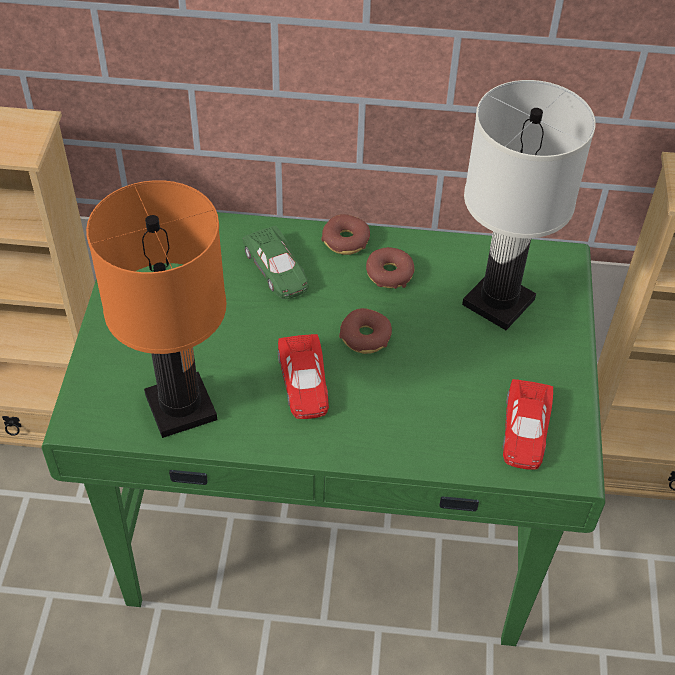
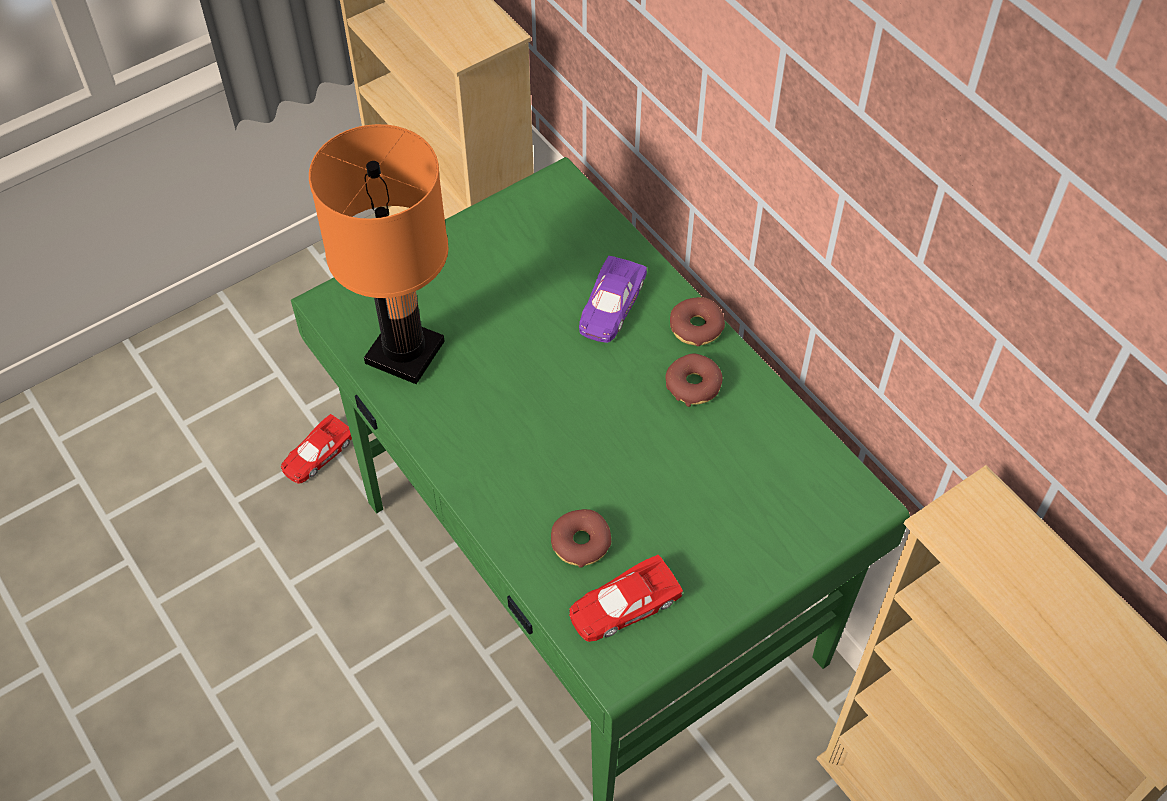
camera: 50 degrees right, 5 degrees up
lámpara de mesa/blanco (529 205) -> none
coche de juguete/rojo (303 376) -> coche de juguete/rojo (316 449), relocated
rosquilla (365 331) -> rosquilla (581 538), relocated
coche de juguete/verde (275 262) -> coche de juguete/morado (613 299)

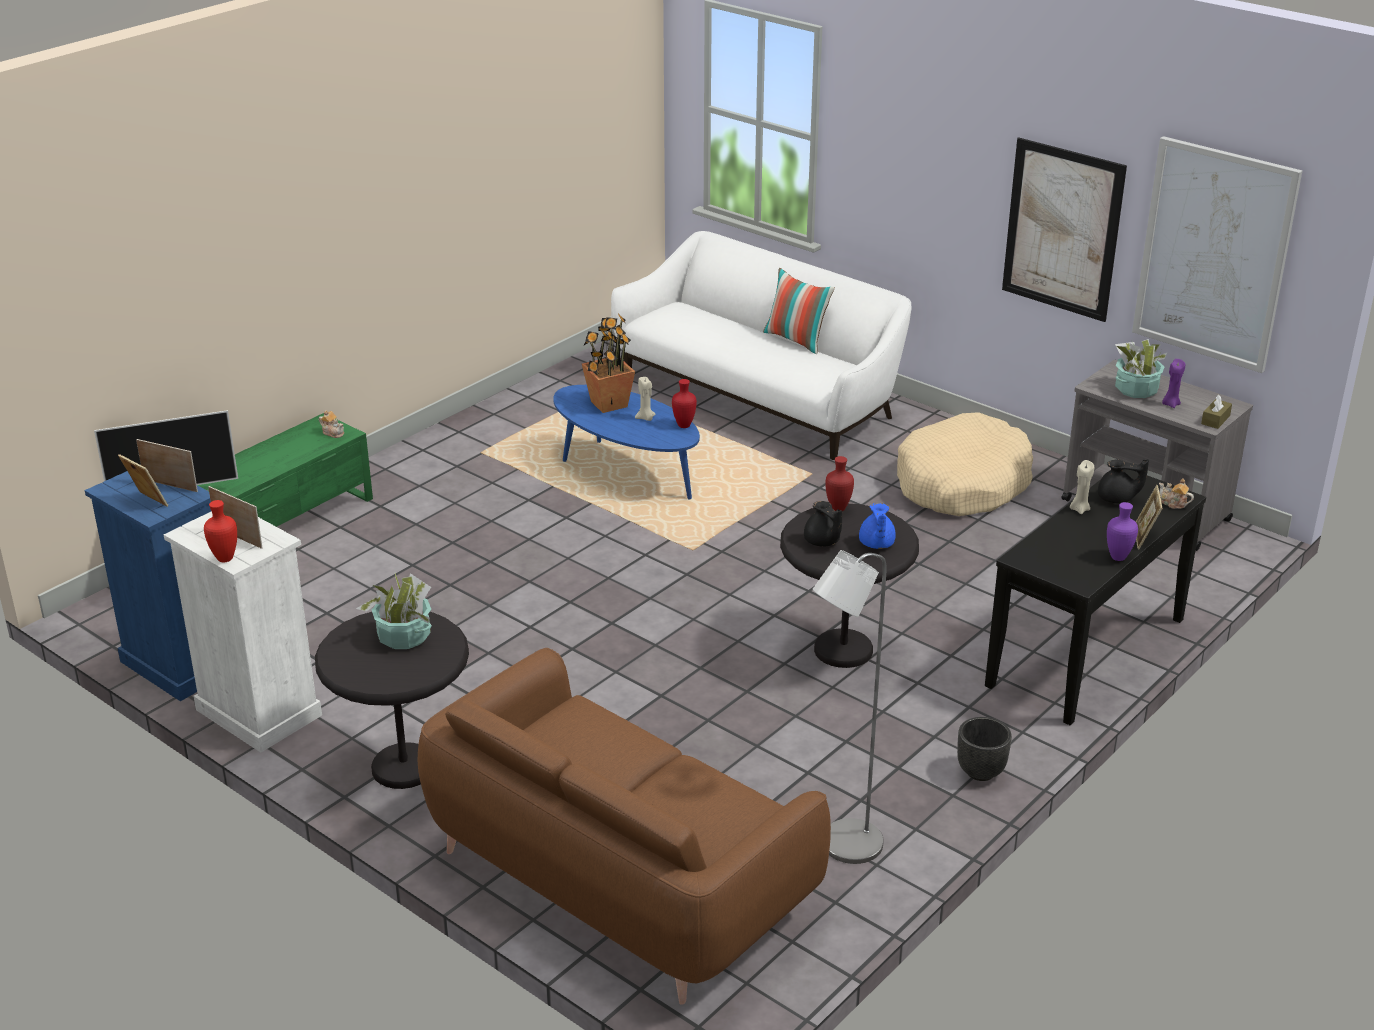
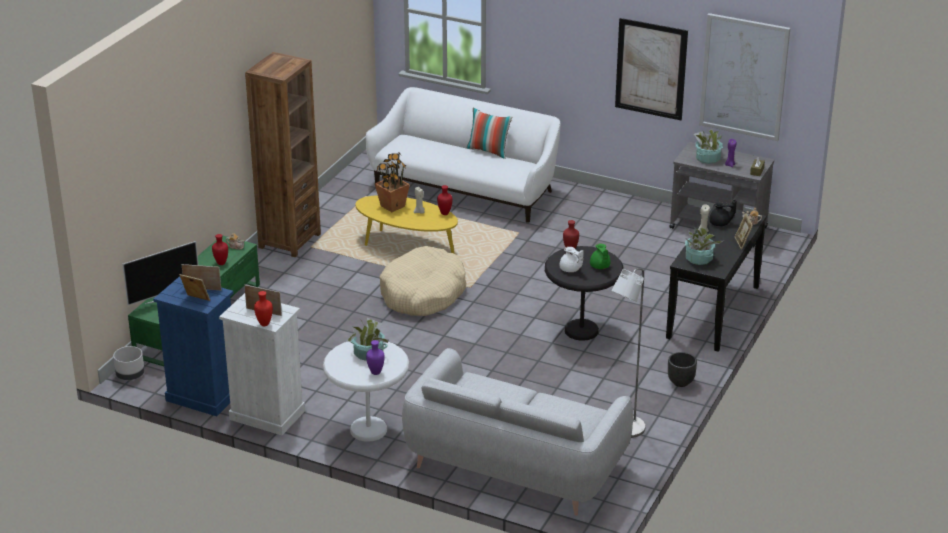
camera: 15 degrees left, 0 degrees up
none -> maceta/gris (129 363)
none -> florero/rojo (220 249)
none -> estantería/marrón (283 154)
none -> planta en maceta (703 246)
cama para perro/beis (965 464) -> cama para perro/beis (423 281), relocated
florero/morado (1122 531) -> florero/morado (375 357), relocated
mesa auxiliar/negro (392 700) -> mesa auxiliar/blanco (366 392)
sofá/marrón (624 826) -> sofá/gris (517 432)
mesa de centro/azul (626 442) -> mesa de centro/amarillo (407 224)
tetera/negro (823 524) -> tetera/blanco (571 259)
tetera/azul (877 526) -> tetera/verde (600 256)

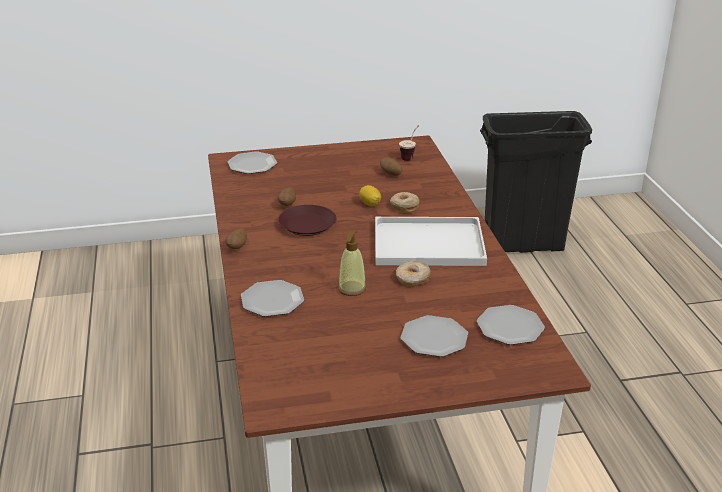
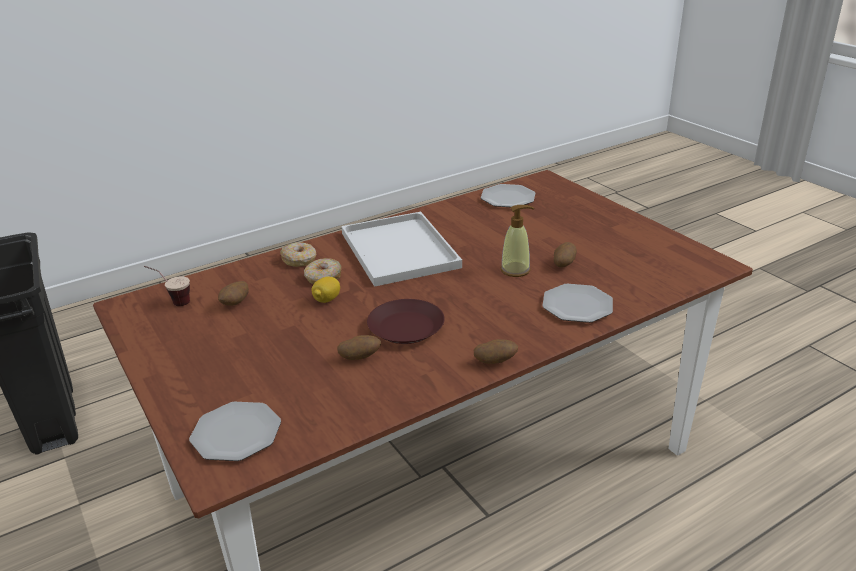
camera: 110 degrees left, 0 degrees up
plato (434 336) -> none
none -> patata (565 255)
rosquilla (413 273) -> rosquilla (298 254), relocated

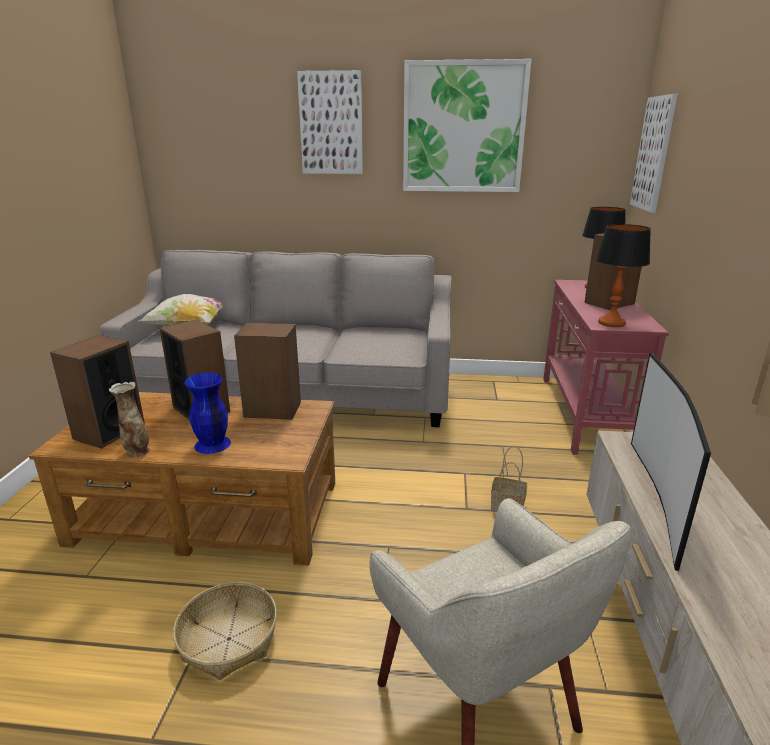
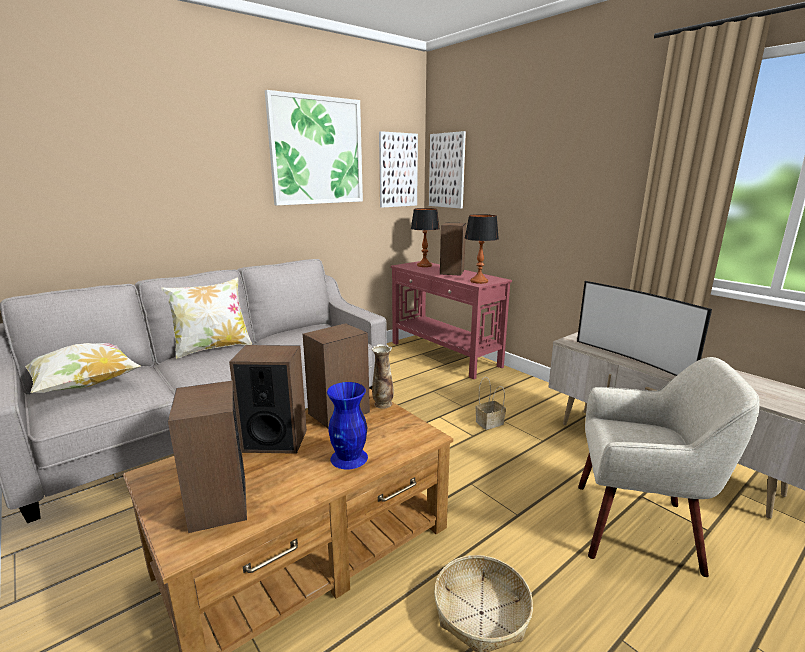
camera: 45 degrees left, 5 degrees down
none -> cojín (206 318)
florero (129 420) -> florero (382 376), relocated
cuadro (330 122) -> cuadro (398 169), relocated

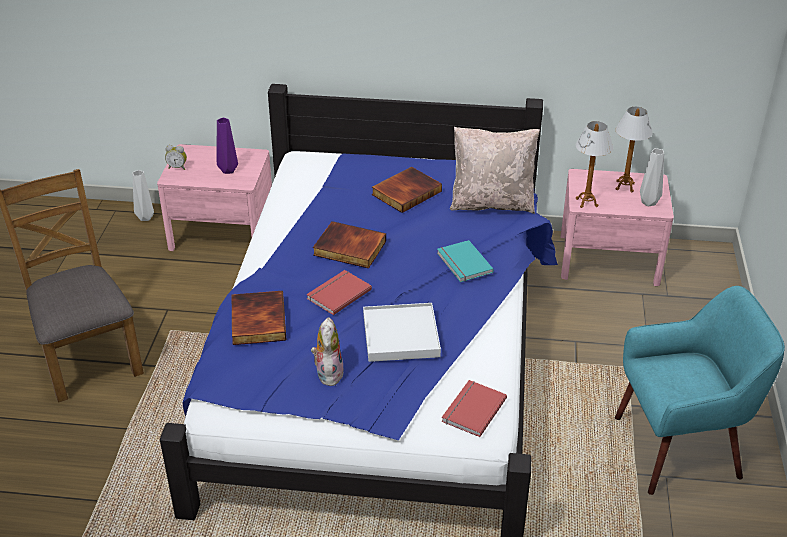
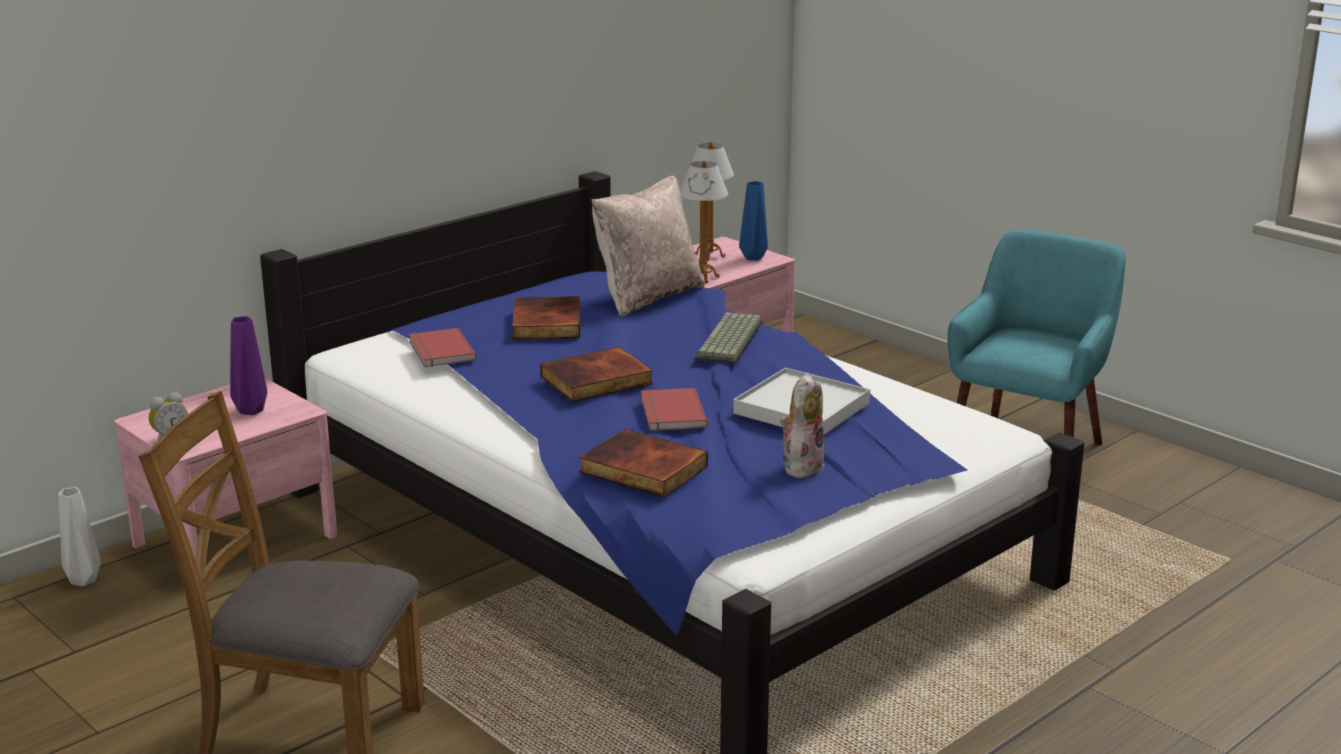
camera: 50 degrees left, 15 degrees down
libro/rojo (474 408) -> libro/rojo (443 347), relocated
libro/turquesa (465 261) -> teclado (729 338)
florero/gris (652 177) -> florero/azul (753 220)
peluche (327 352) -> peluche (802 425), 75 degrees clockwise

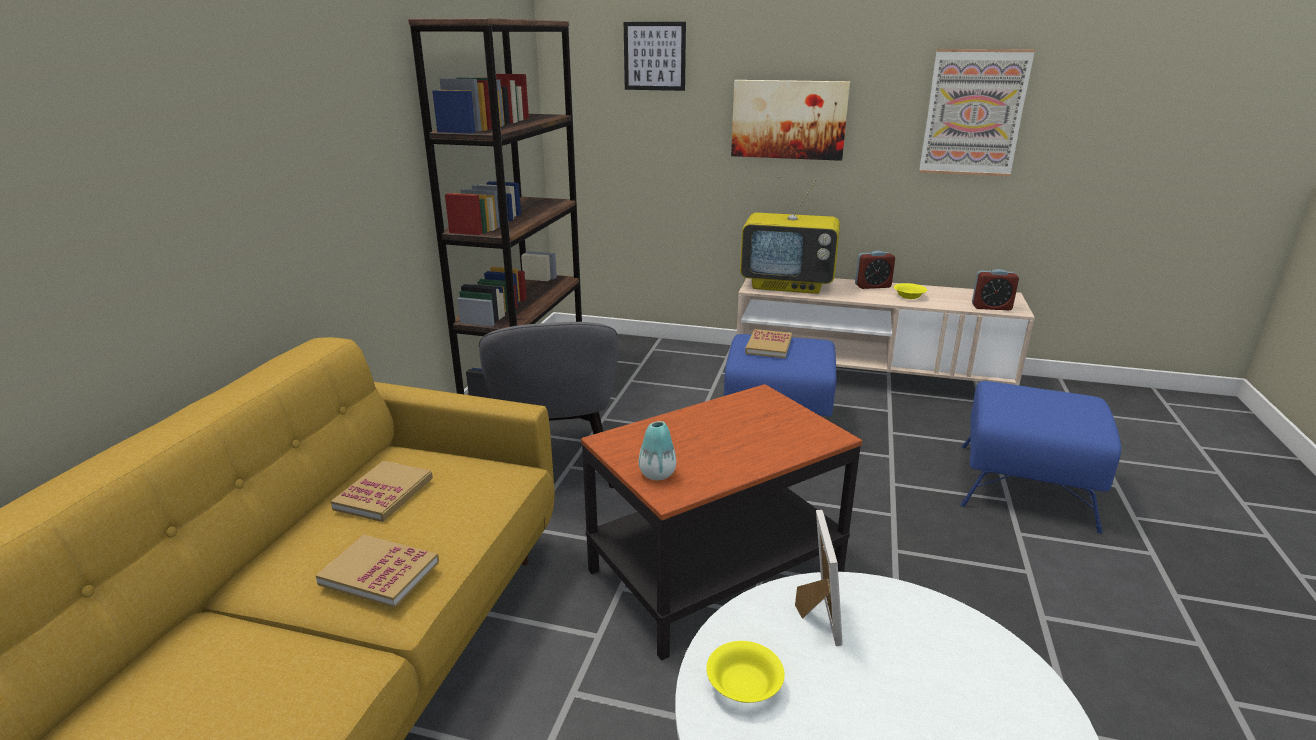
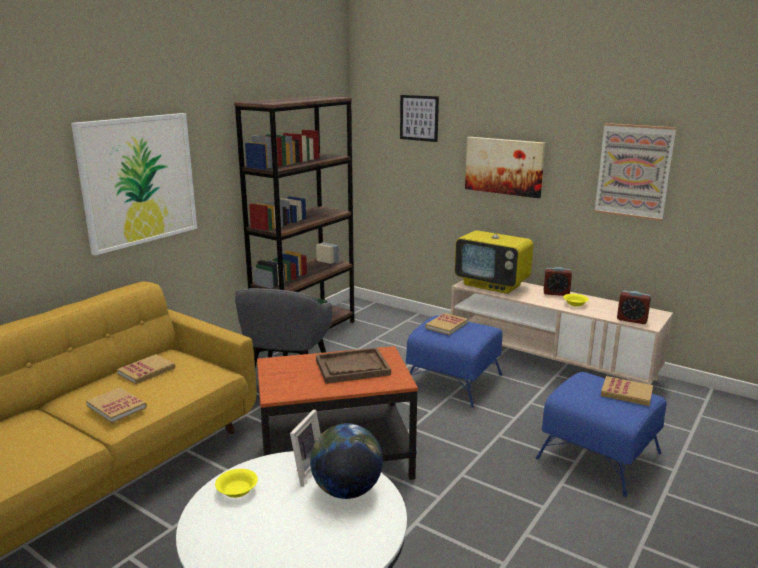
camera: 20 degrees right, 5 degrees down
florero (657 450) -> none
none -> cuadro (134 184)
none -> globo terráqueo (346 461)
none -> bandeja/marrón (353 366)
none -> libro (627 391)

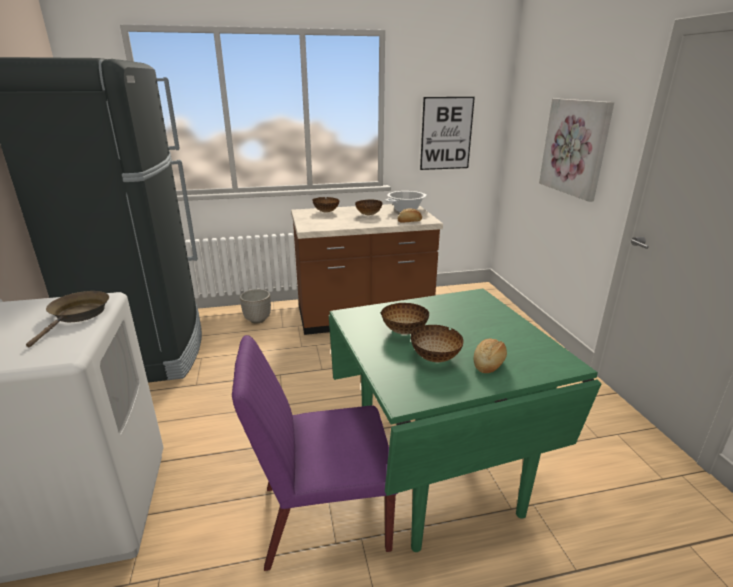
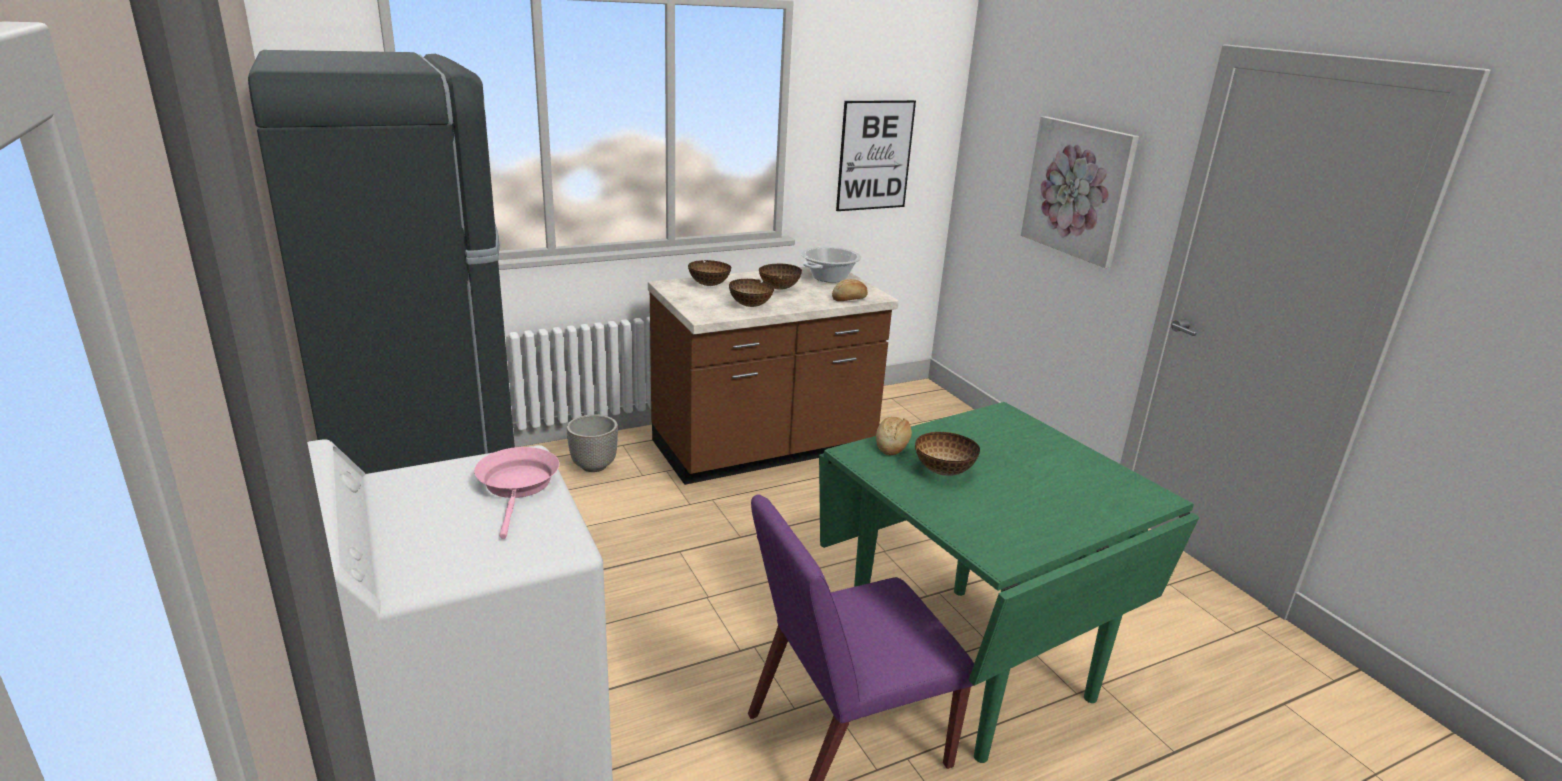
camera: 15 degrees left, 0 degrees up
cuenco (437 343) -> cuenco (751 293), relocated
pan (490 355) -> pan (894 436), relocated
sartén/marrón (67 319) -> sartén/rosa (516 493)

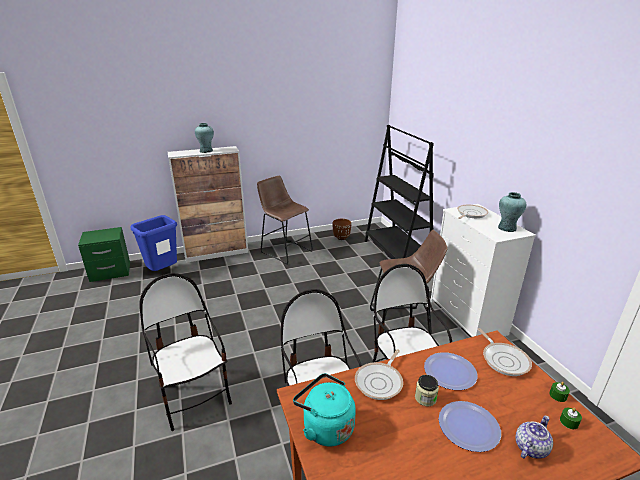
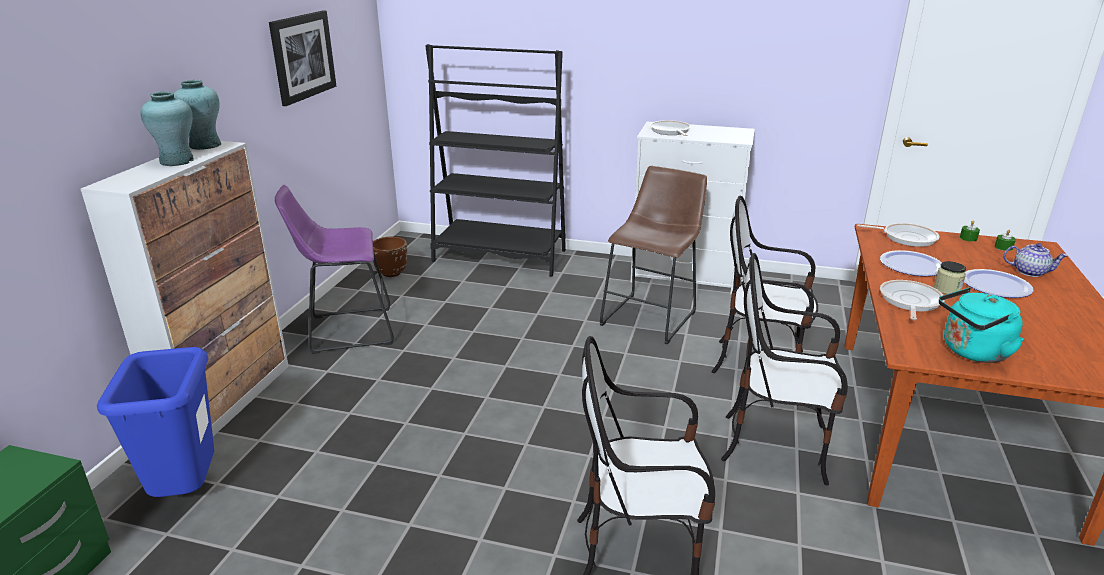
camera: 55 degrees left, 0 degrees up
none -> cuadro (302 58)
florero/turquesa (512 212) -> florero/turquesa (197 115), relocated
taburete/marrón (285 220) -> taburete/morado (334 269)
sartén (379 374) -> sartén (912 300), 135 degrees counterclockwise
tetera (534 437) -> tetera (1035 260), 120 degrees clockwise

